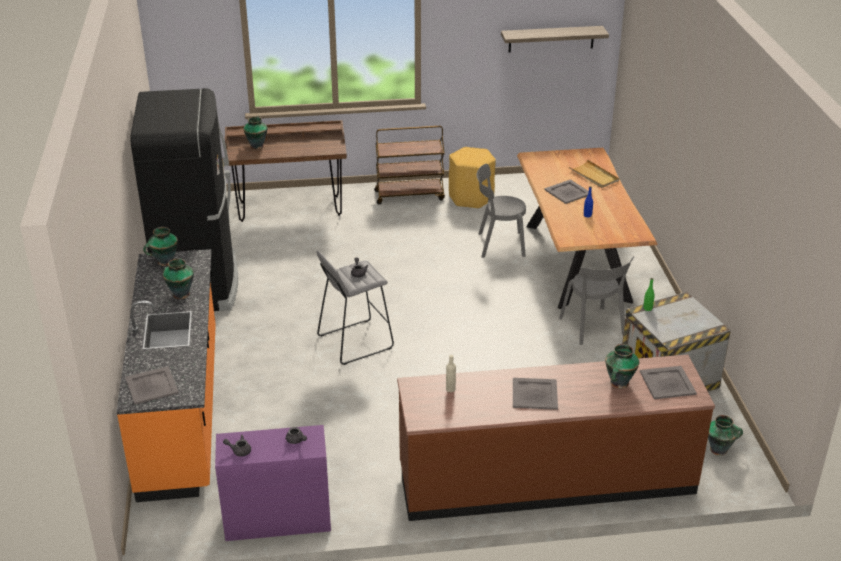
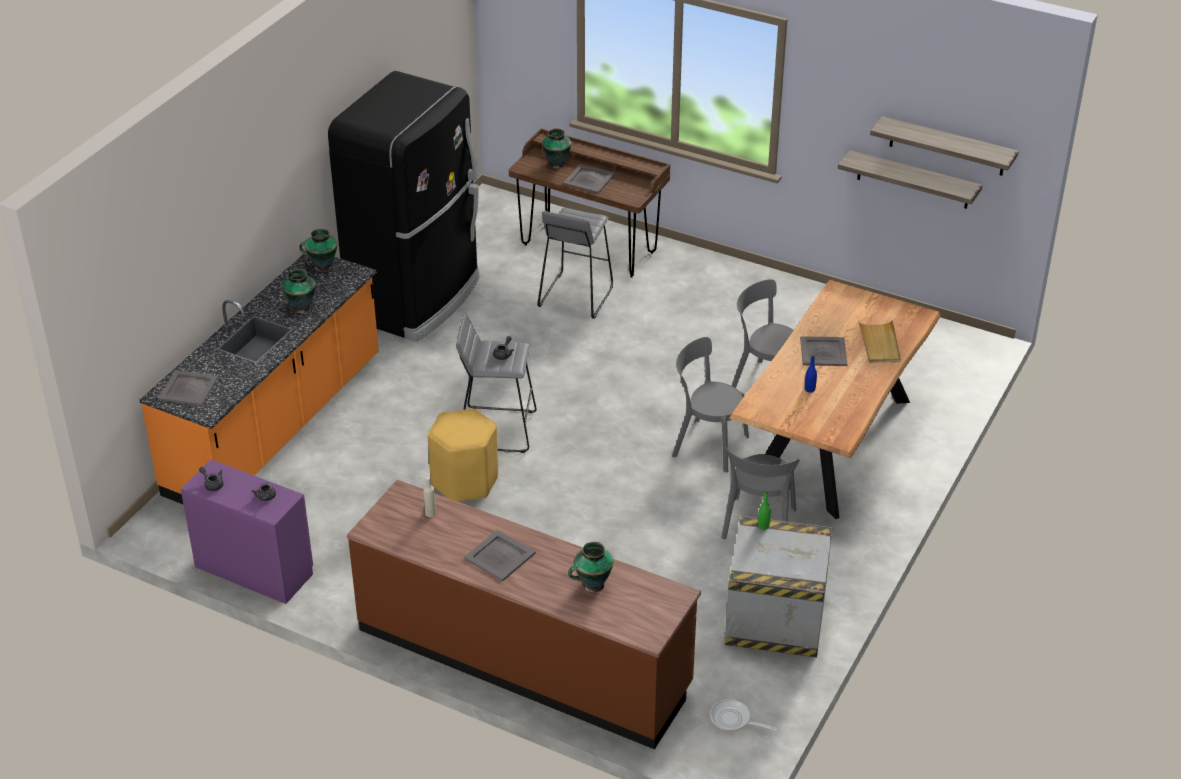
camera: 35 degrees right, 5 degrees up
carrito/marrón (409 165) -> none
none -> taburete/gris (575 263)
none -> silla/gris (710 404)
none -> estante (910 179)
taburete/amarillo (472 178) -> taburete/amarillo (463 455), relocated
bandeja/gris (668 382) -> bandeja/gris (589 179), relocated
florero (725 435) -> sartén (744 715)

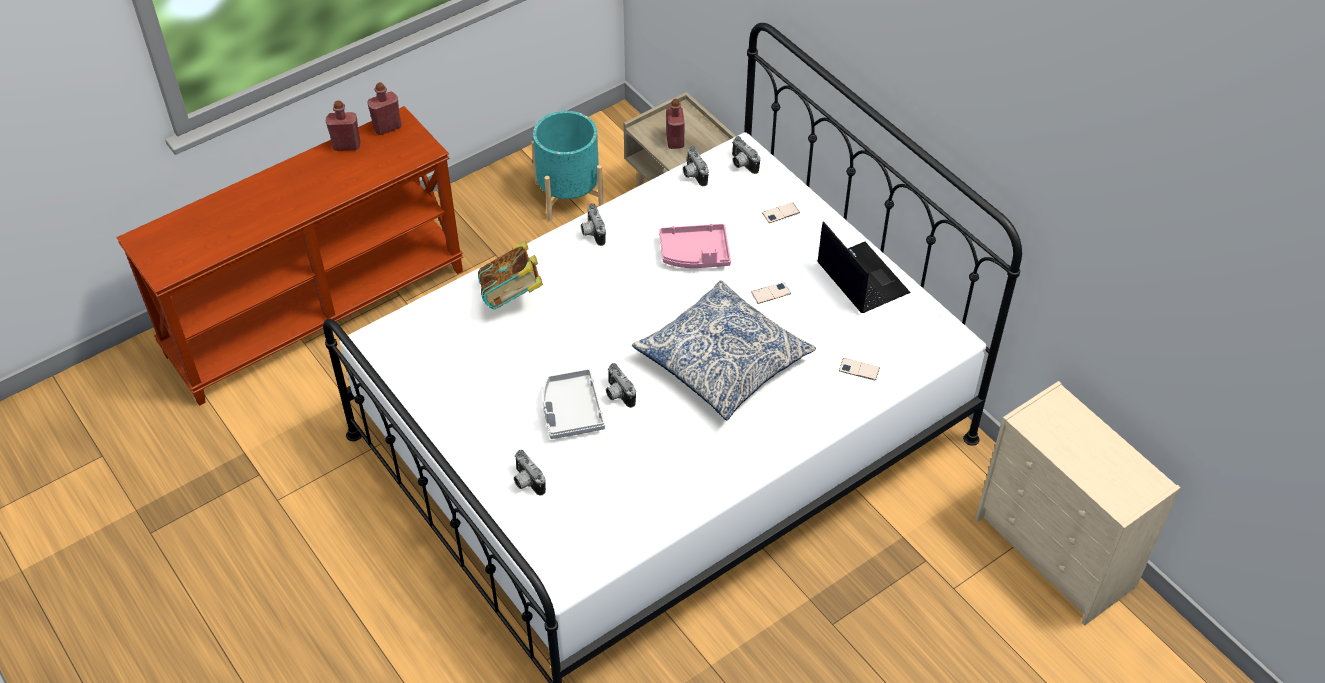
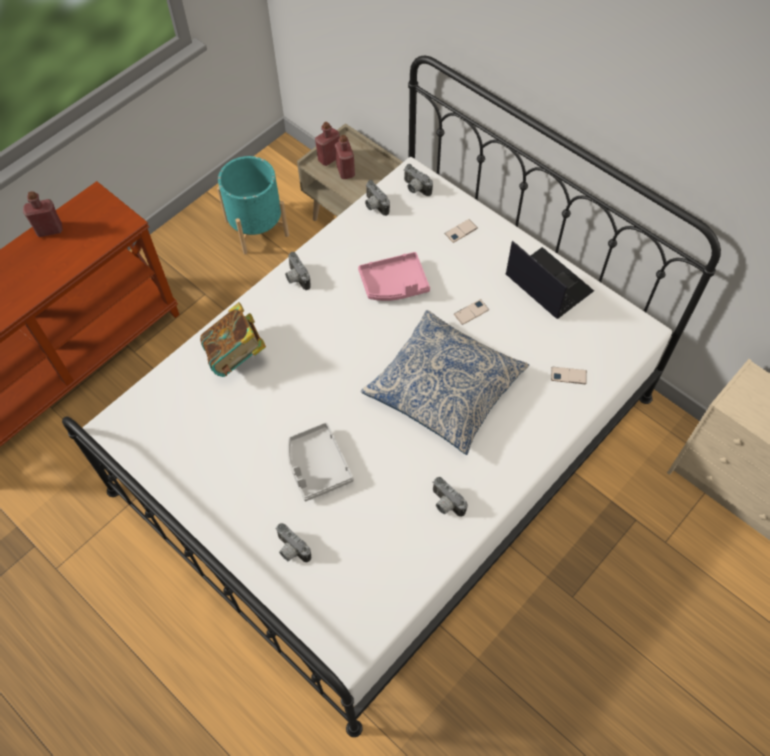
camera: 10 degrees left, 10 degrees up
botella/rojo (384 108) -> botella/rojo (327 144), relocated
cámara (621 385) -> cámara (450 497), relocated

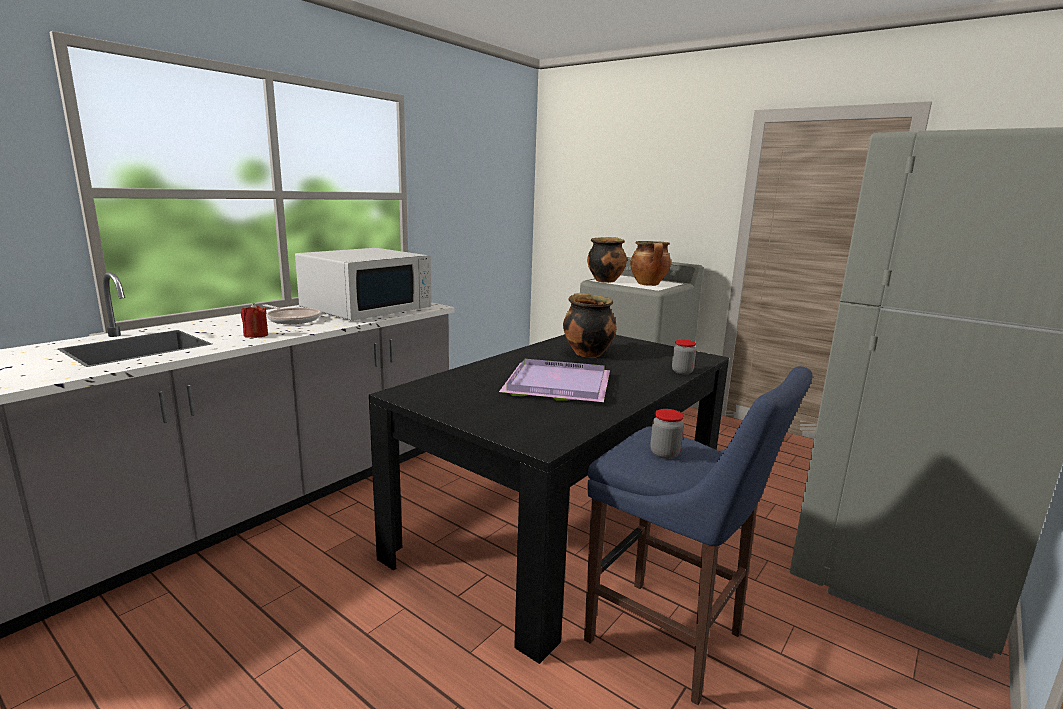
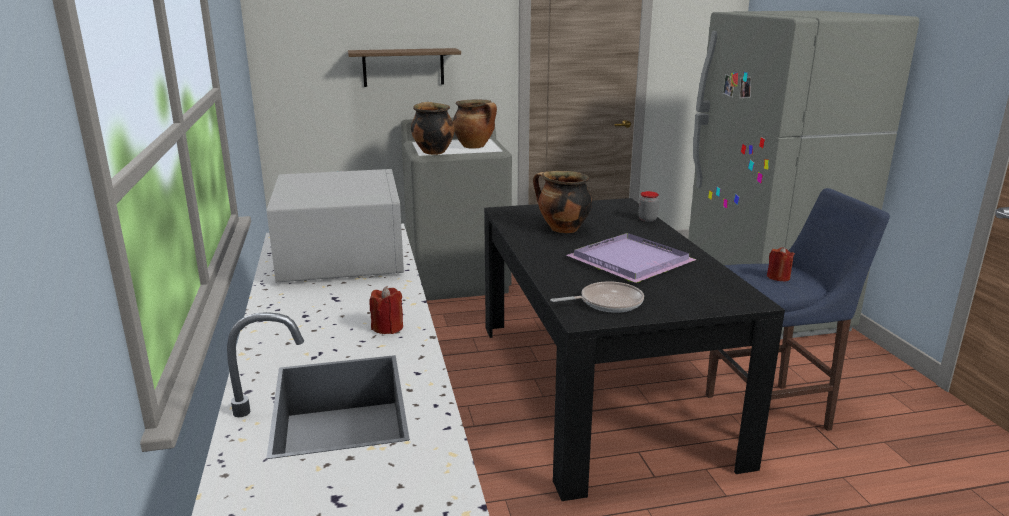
camera: 50 degrees left, 5 degrees up
none -> estante (404 67)
sartén (291 314) -> sartén (597 297), relocated
tarro (667 434) -> vela/rojo (781 264)

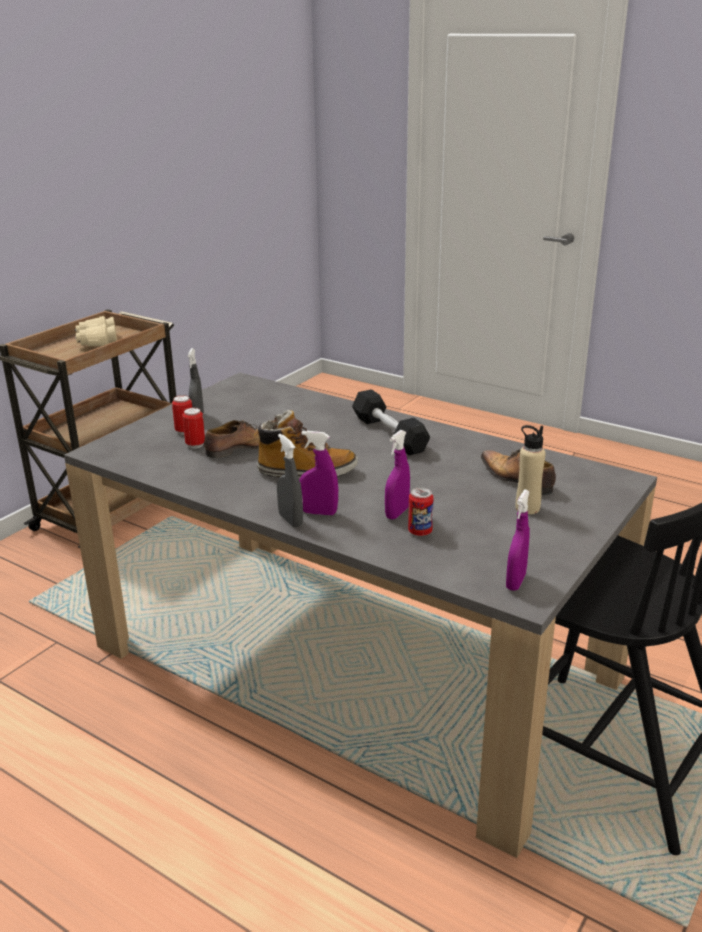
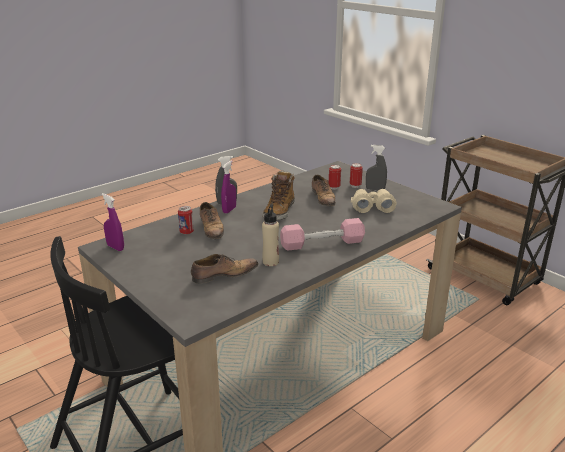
camera: 105 degrees right, 0 degrees up
prismáticos/beis (96 331) -> prismáticos/beis (374 201), relocated
botella/beis (531 469) -> botella/beis (270 235), relocated
pulverizador/morado (397 474) -> zapato (212 220)
mancuerna/negro (391 422) -> mancuerna/rosa (322 234)

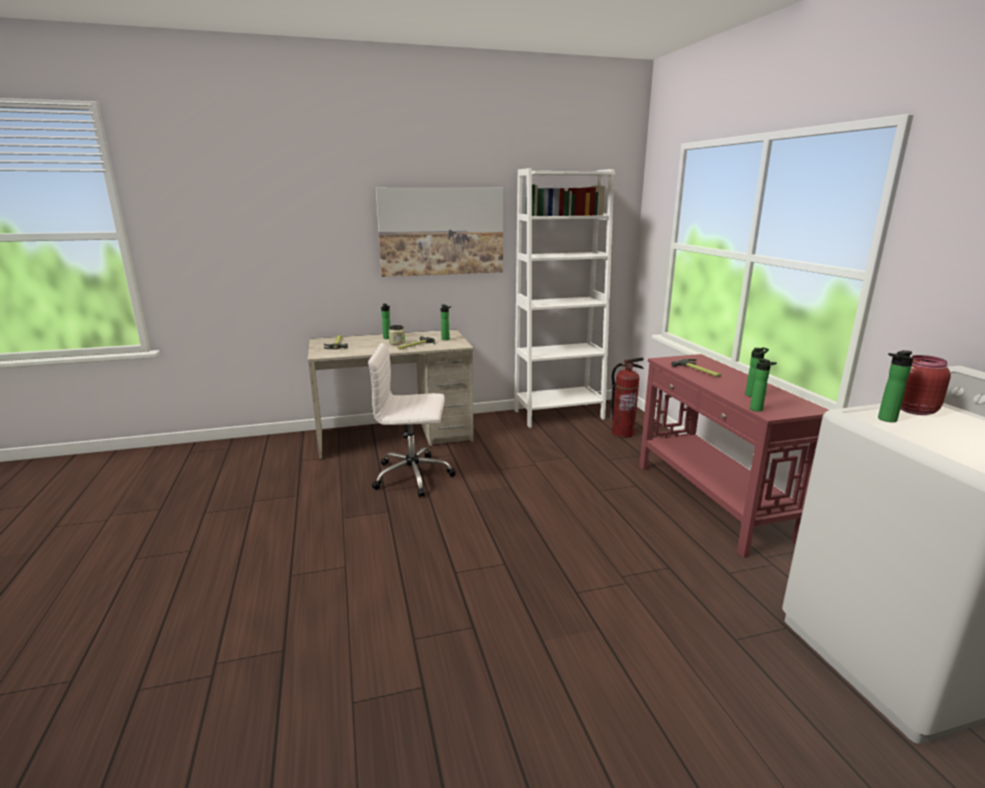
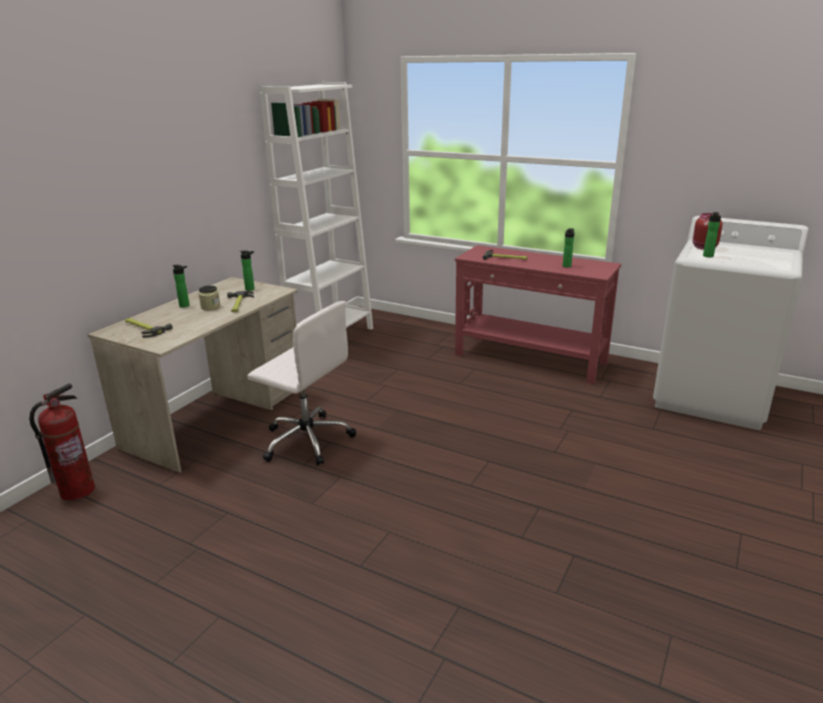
camera: 45 degrees left, 5 degrees up
cuadro (439 232) -> none
botella (763 385) -> none
extintor (627 397) -> extintor (62 442), relocated
silla de oficina/blanco (412 419) -> silla de oficina/blanco (301 383), 105 degrees counterclockwise

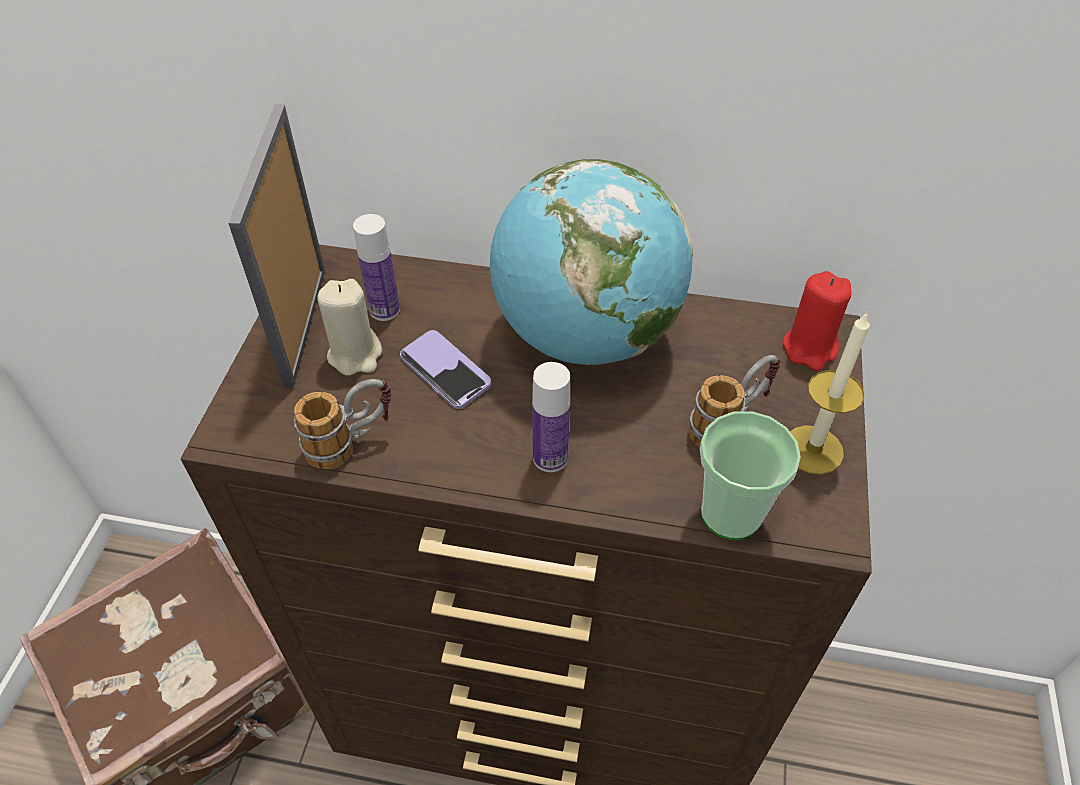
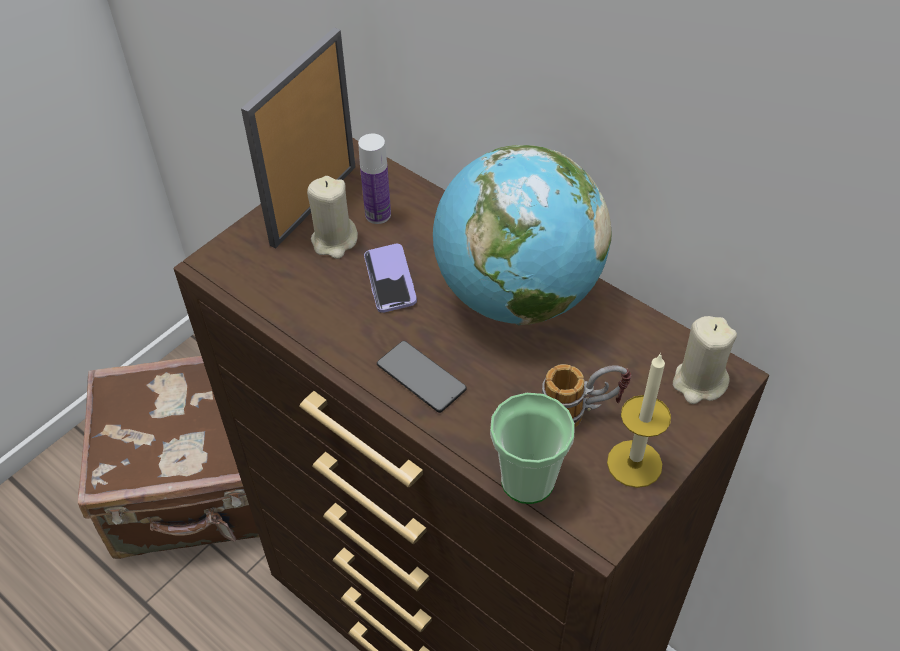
camera: 30 degrees right, 0 degrees up
taza grande (342 424) -> none
botella (551 417) -> móvil (422 377)
vela/rojo (817 321) -> vela/beis (705 360)

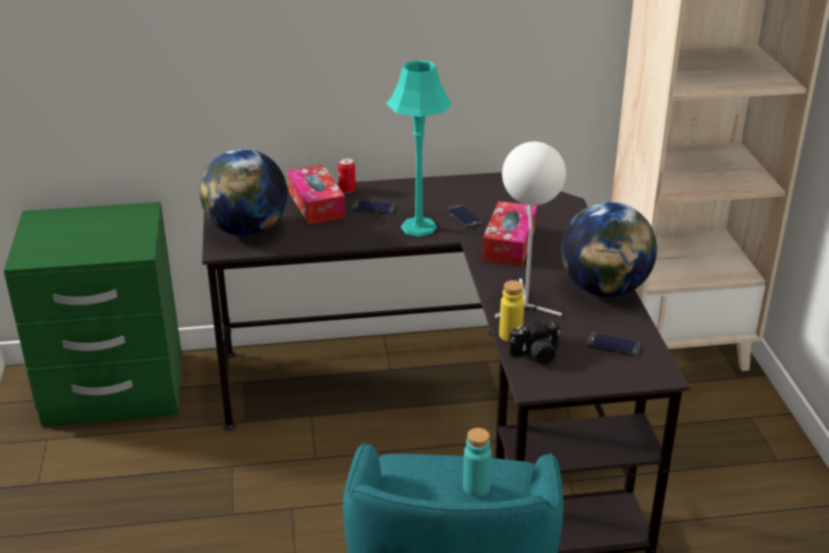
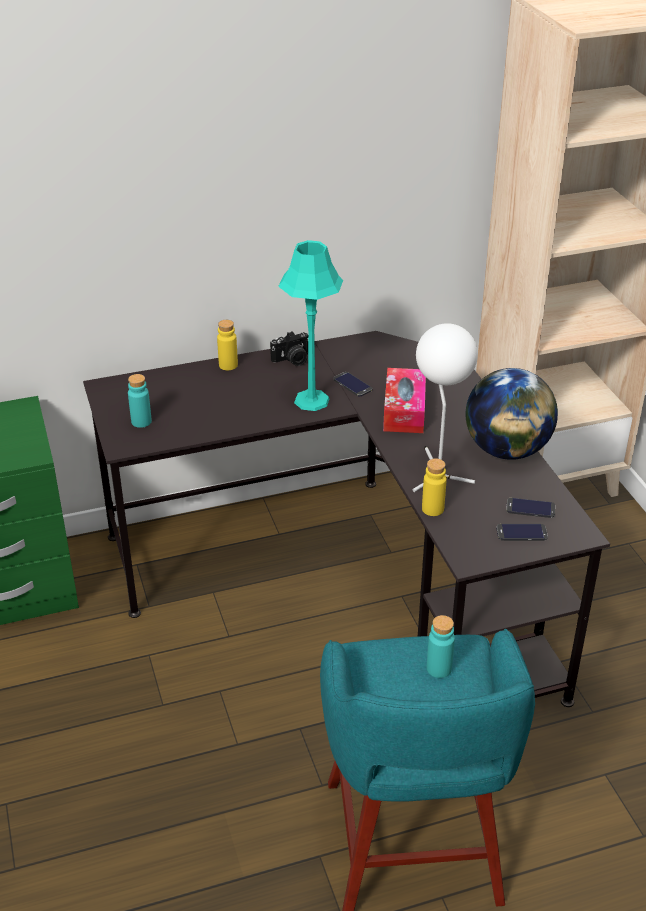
camera: 10 degrees left, 5 degrees up
caja de pañuelos (316 194) -> none
móvil (373 207) -> móvil (522 532), relocated
cámara (534 342) -> cámara (289 348), relocated
globo terráqueo (244 192) -> botella/turquesa (140 401)
lata (347 175) -> botella/amarillo (227 345)

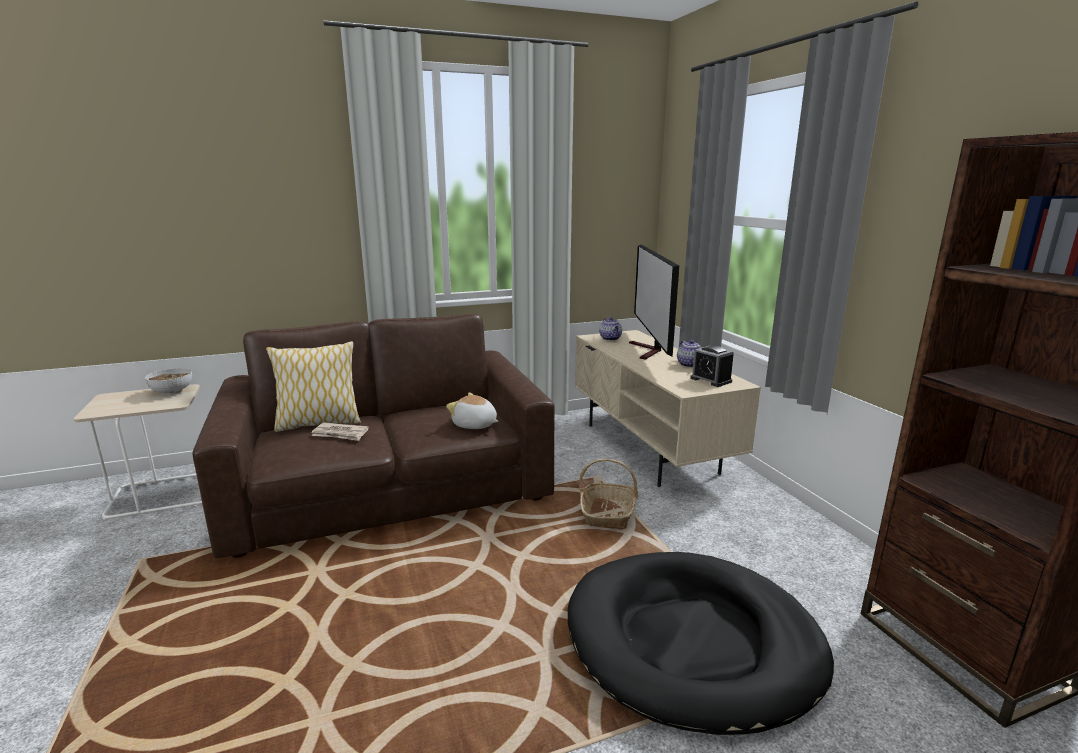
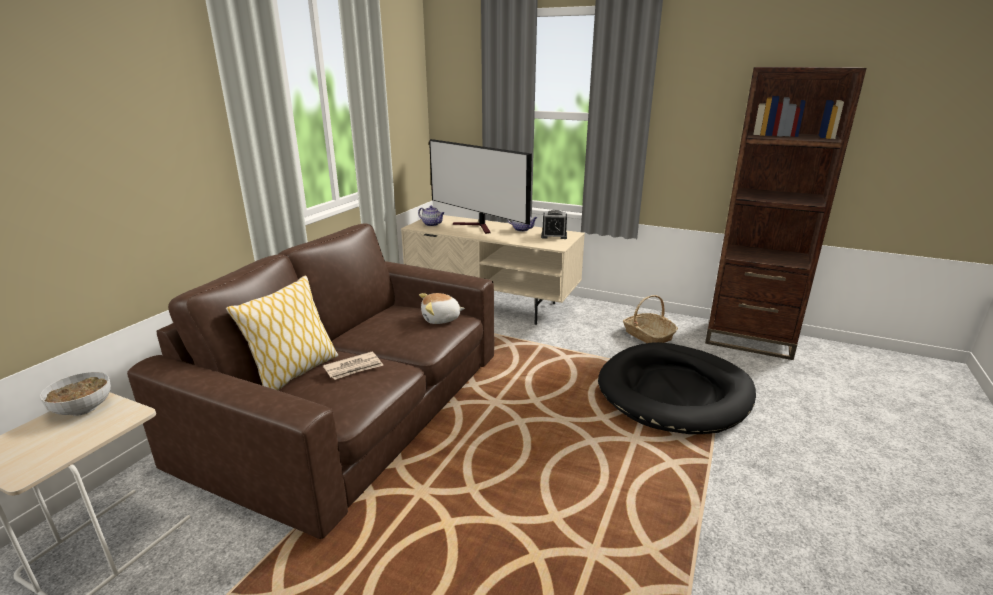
camera: 45 degrees left, 5 degrees up
cesta (608 494) -> cesta (650 319), relocated

